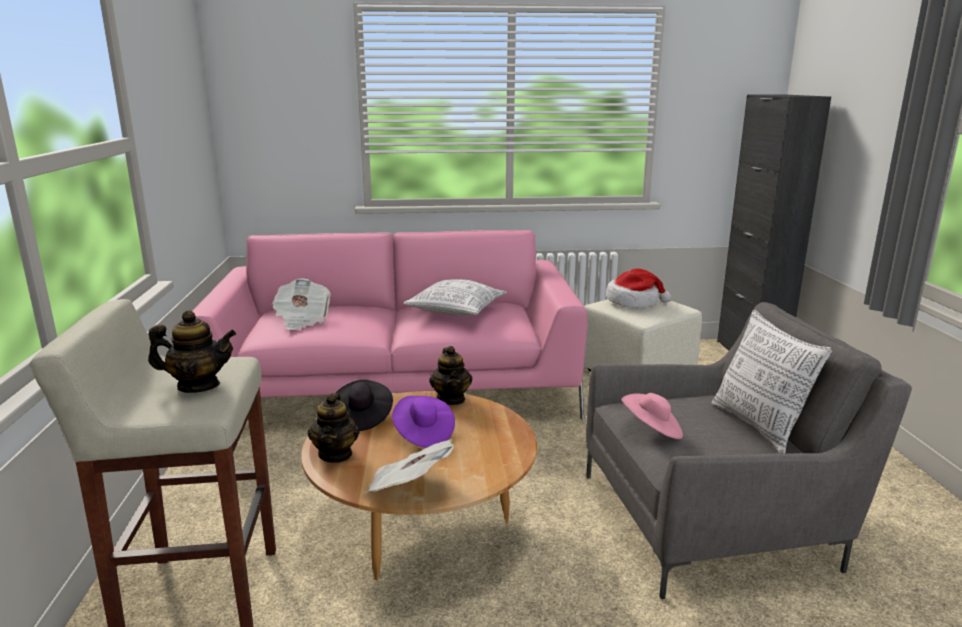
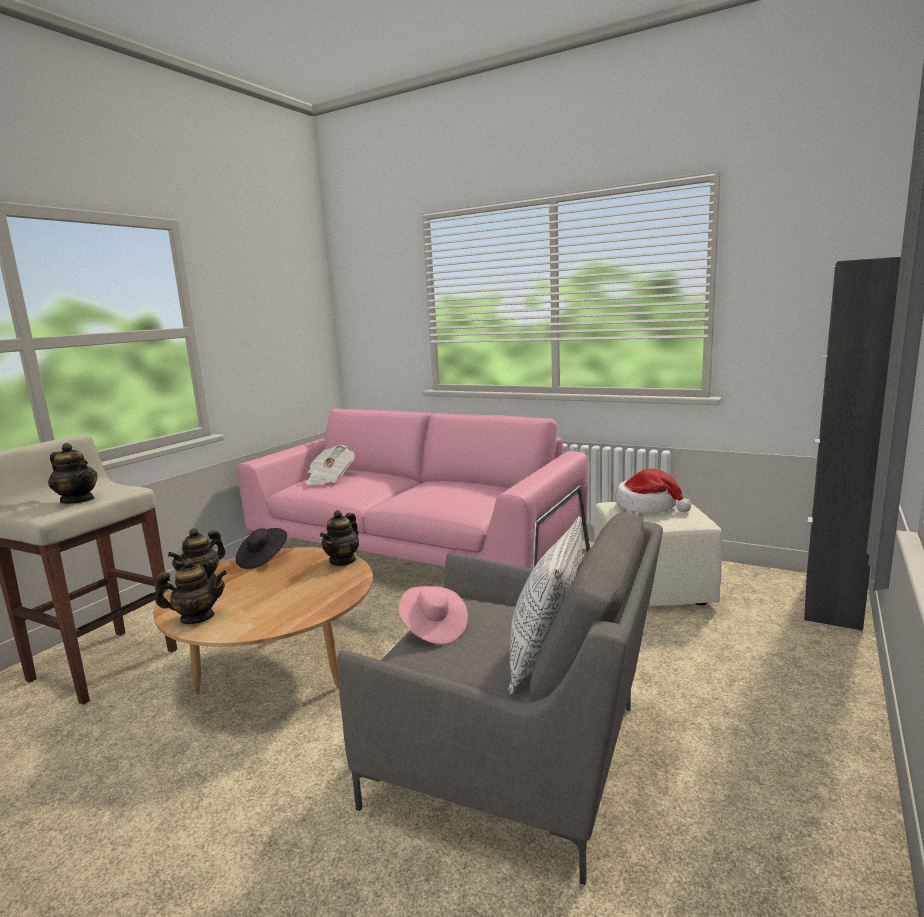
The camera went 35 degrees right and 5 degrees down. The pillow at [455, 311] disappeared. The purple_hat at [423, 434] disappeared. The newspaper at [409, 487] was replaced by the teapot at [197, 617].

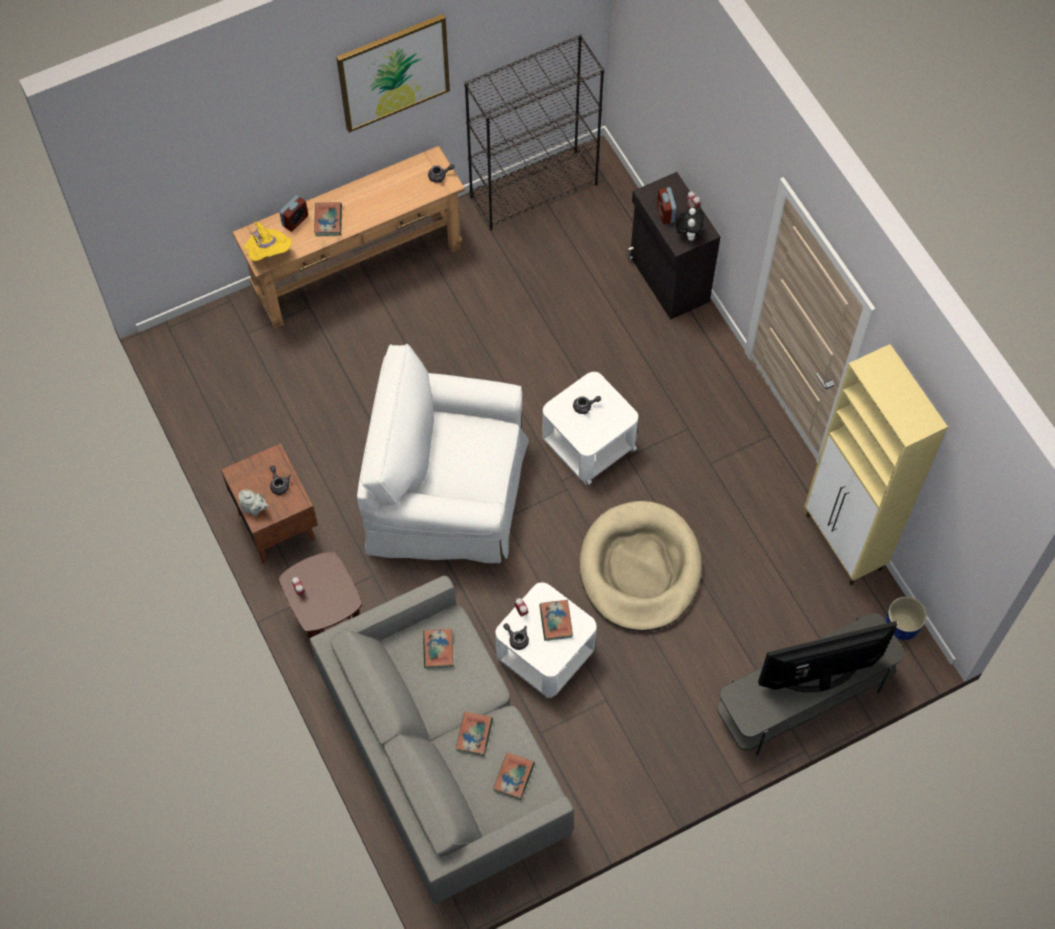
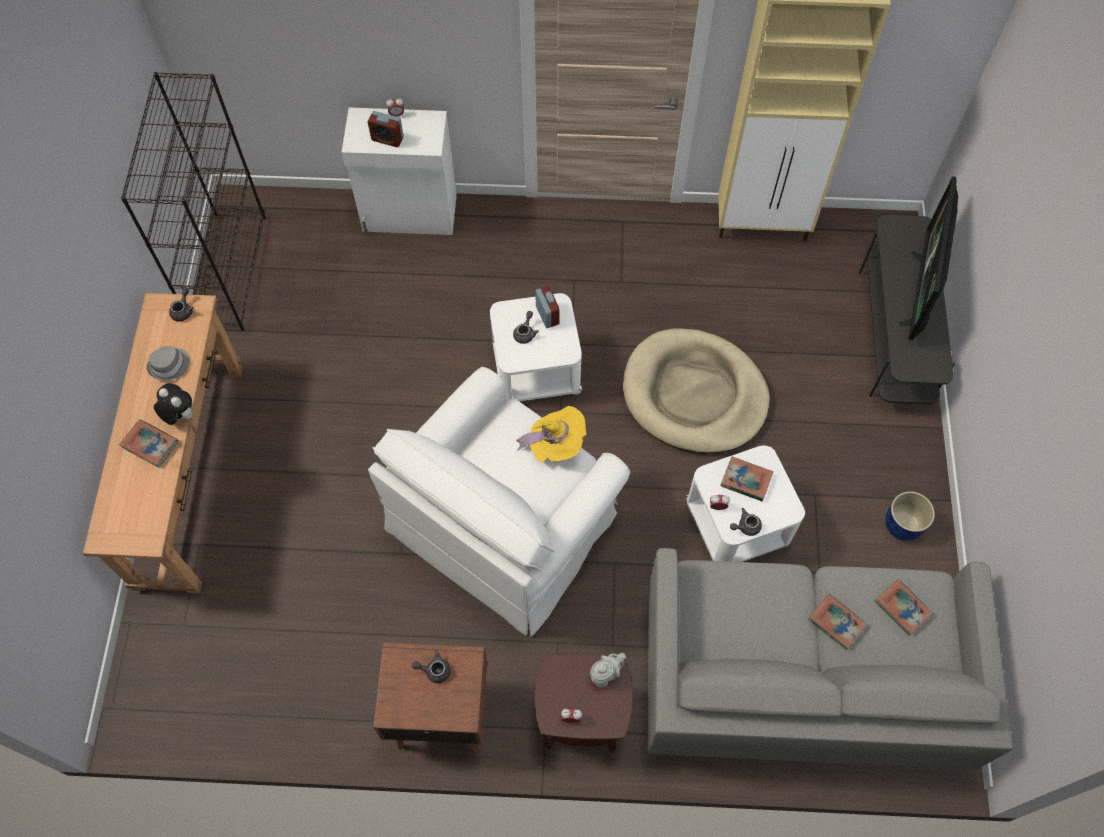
The camera went 60 degrees left and 0 degrees up. The picture at [393, 72] disappeared. The black_cabinet at [668, 280] became the white_cabinet at [410, 214]. The alarm_clock moved from [295, 220] to [547, 315]. The plush_toy moved from [688, 234] to [179, 415]. The yellow_hat moved from [268, 253] to [555, 444]. The grey_teapot moved from [254, 509] to [606, 674]. The blue_planter moved from [901, 626] to [902, 525]. The book at [438, 649] disappeared. The grey_hat at [169, 365] appeared.

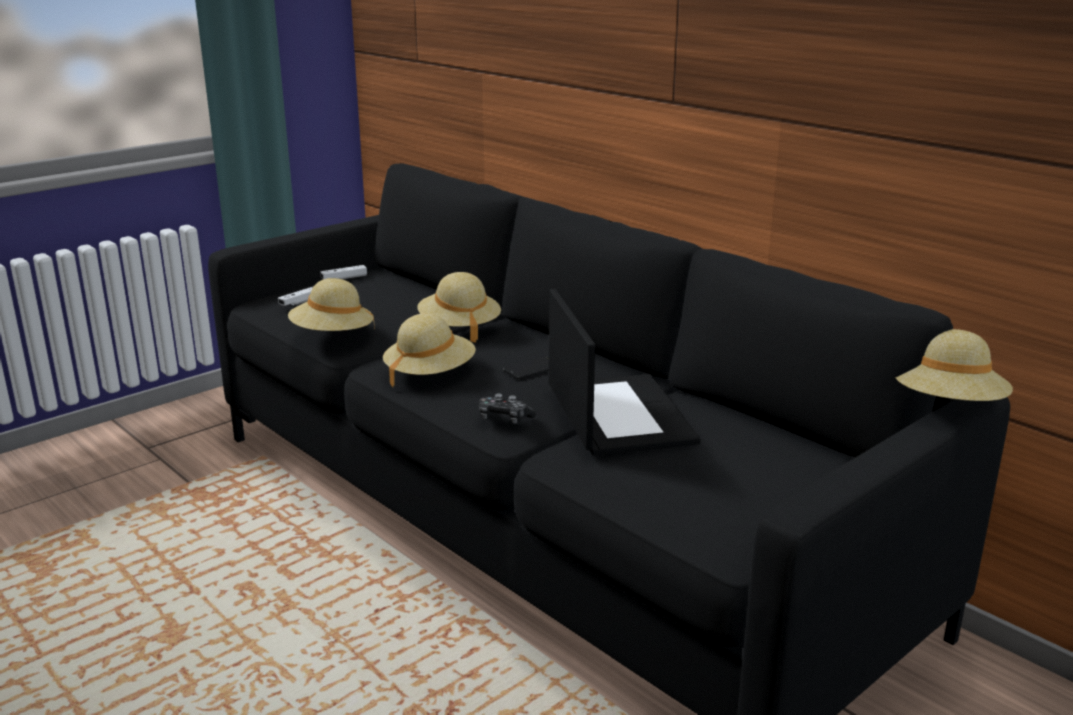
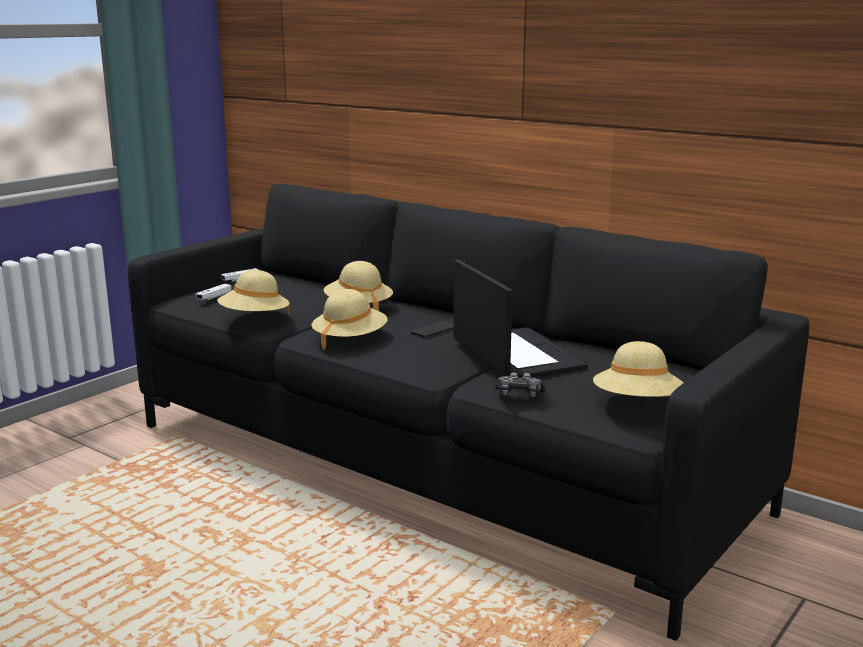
The camera went 10 degrees left and 5 degrees down. The beige_hat moved from [948, 406] to [637, 404]. The game_controller moved from [504, 418] to [519, 394].

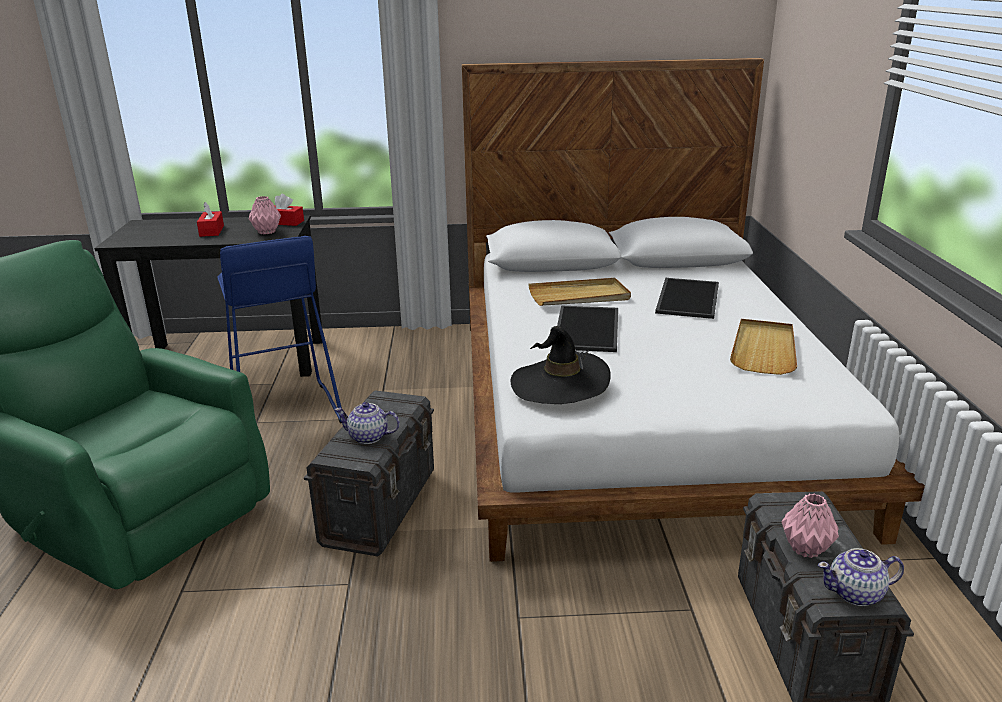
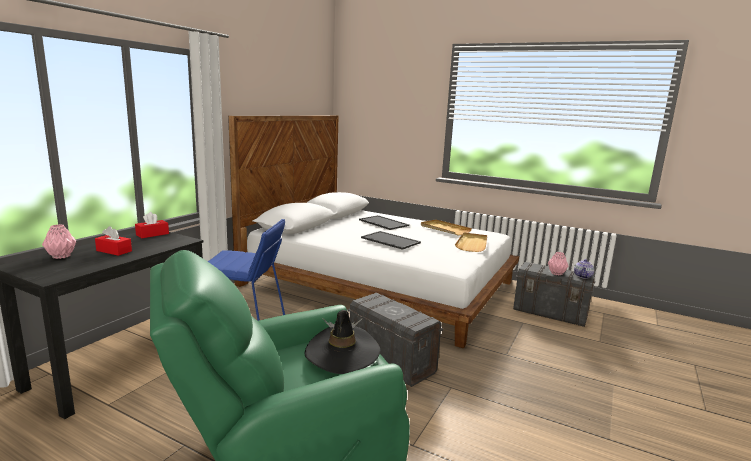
The camera went 60 degrees left and 10 degrees down. The pink_vase moved from [267, 232] to [62, 256]. The beige_tray moved from [579, 296] to [472, 244]. The black_hat moved from [560, 384] to [342, 353]. The teapot at [369, 437] disappeared.

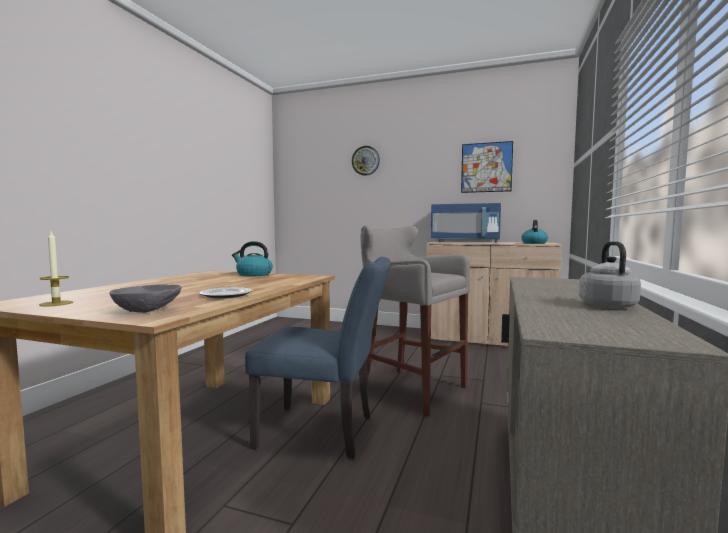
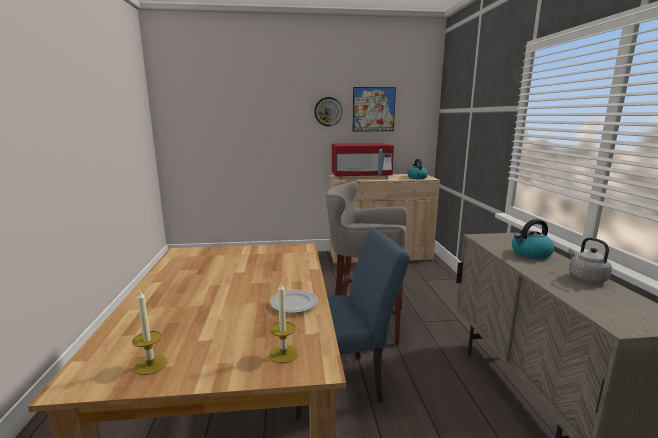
The camera went 25 degrees left and 10 degrees up. The wall_clock moved from [365, 160] to [328, 111]. The blue_microwave at [466, 242] became the red_microwave at [361, 177]. The kettle moved from [253, 274] to [530, 254]. The grey_bowl at [149, 311] was replaced by the candle at [283, 354].

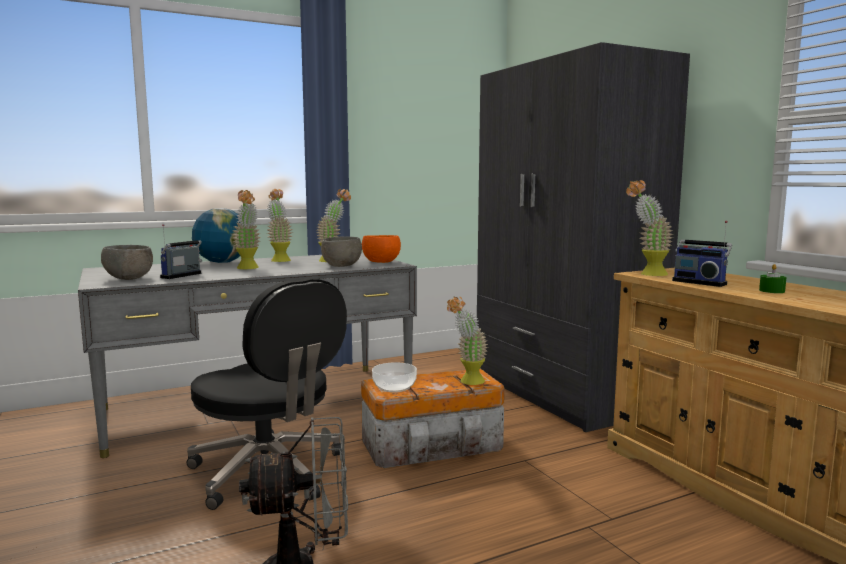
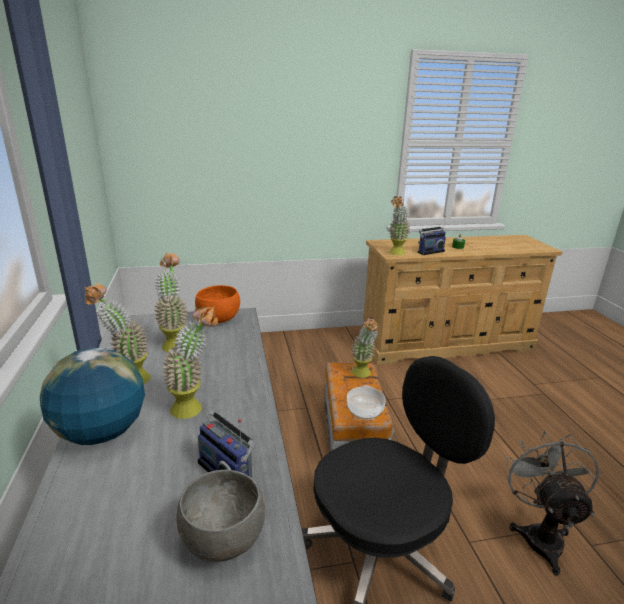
The camera went 75 degrees left and 15 degrees up. The grey_wardrobe at [562, 393] disappeared. The grey_bowl at [341, 266] disappeared.

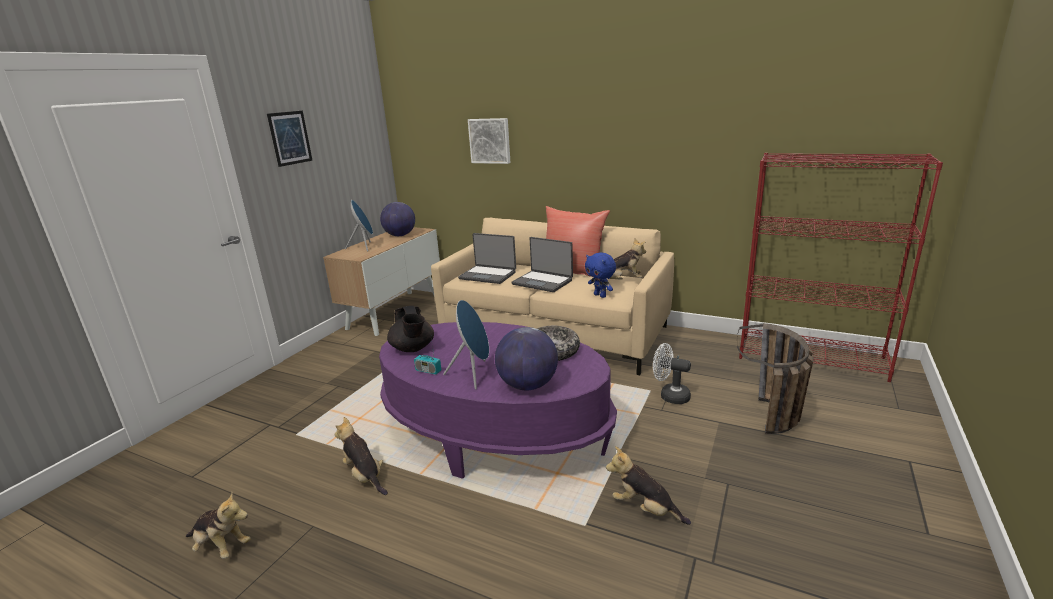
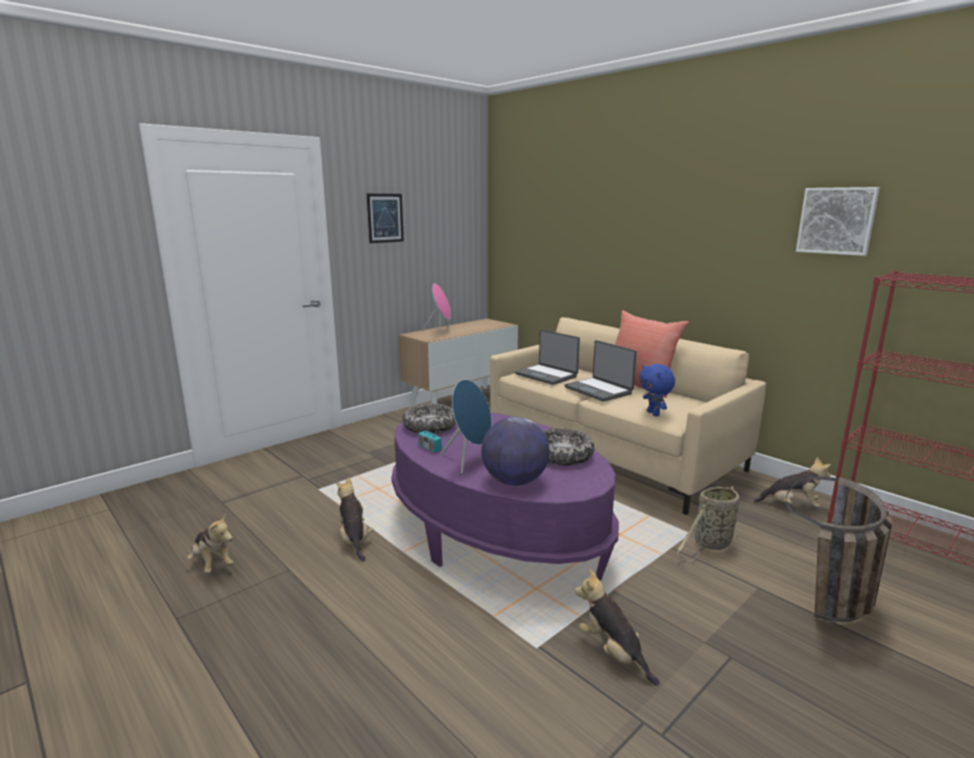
The camera went 20 degrees right and 5 degrees down. The picture moved from [490, 140] to [837, 220]. The blue_speaker at [365, 247] became the pink_speaker at [440, 331]. The globe at [400, 235] disappeared. The plush_toy moved from [621, 282] to [791, 505]. The black_teapot at [413, 349] was replaced by the bowl at [429, 427]. The white_fan at [670, 396] was replaced by the basket at [711, 544].

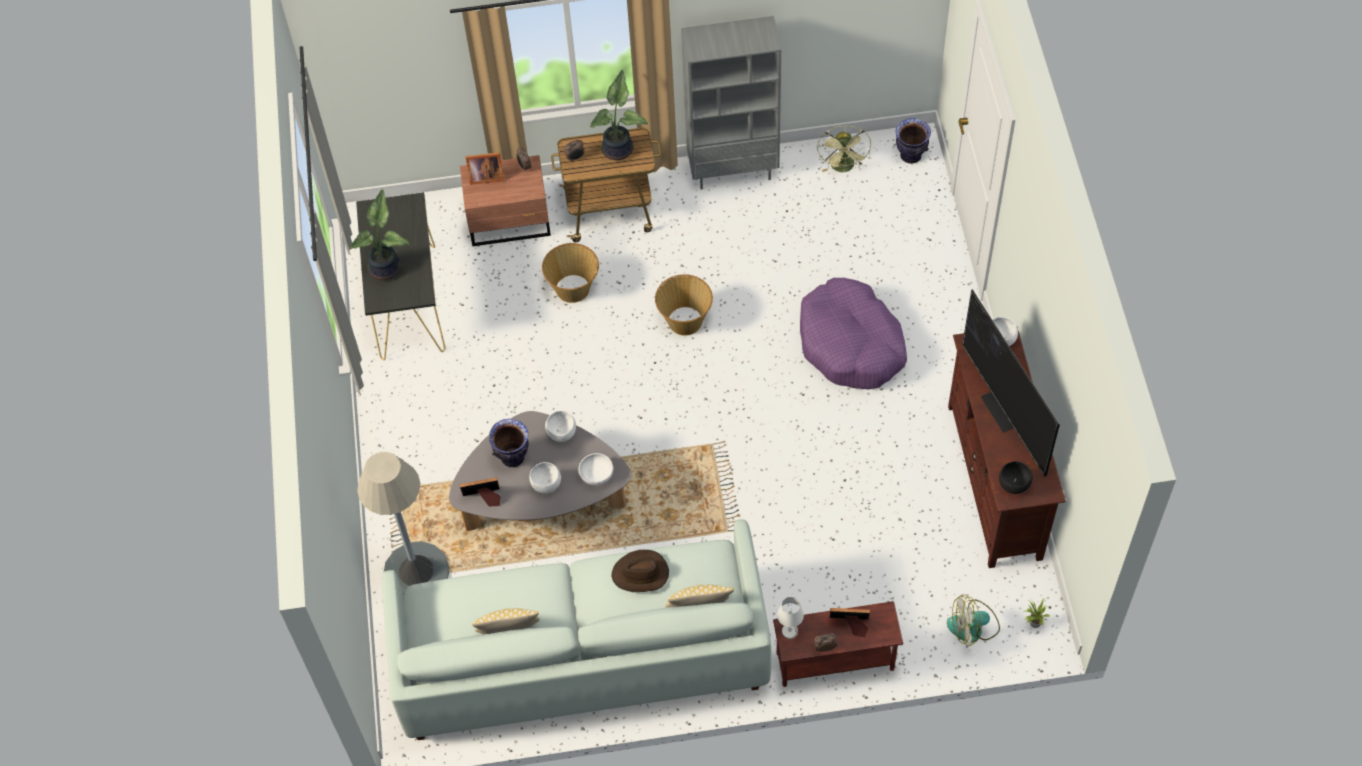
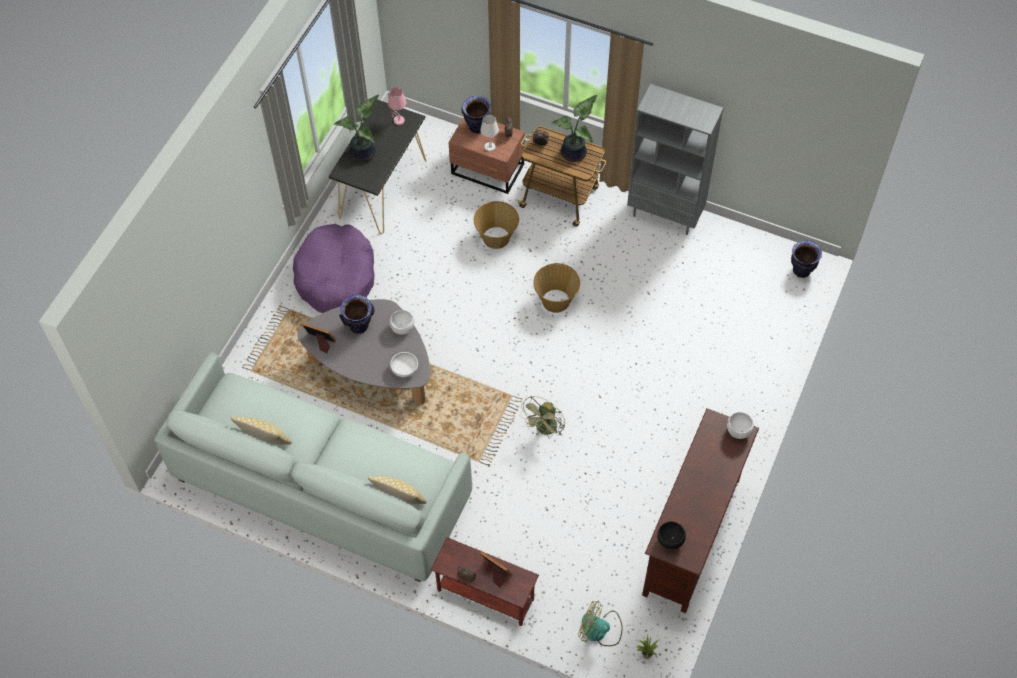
The camera went 30 degrees right and 0 degrees up. The green_fan moved from [843, 168] to [545, 430]. The picture_frame at [485, 176] was replaced by the vase at [477, 127]. The purple_dog_bed moved from [851, 344] to [336, 277]. The television at [1003, 410] disappeared. The grey_floor_lamp at [416, 572] disappeared. The white_bowl at [546, 484] disappeared. The brown_hat at [641, 574] disappeared. The white_table_lamp moved from [790, 631] to [490, 147]. The pink_table_lamp at [398, 121] appeared.

